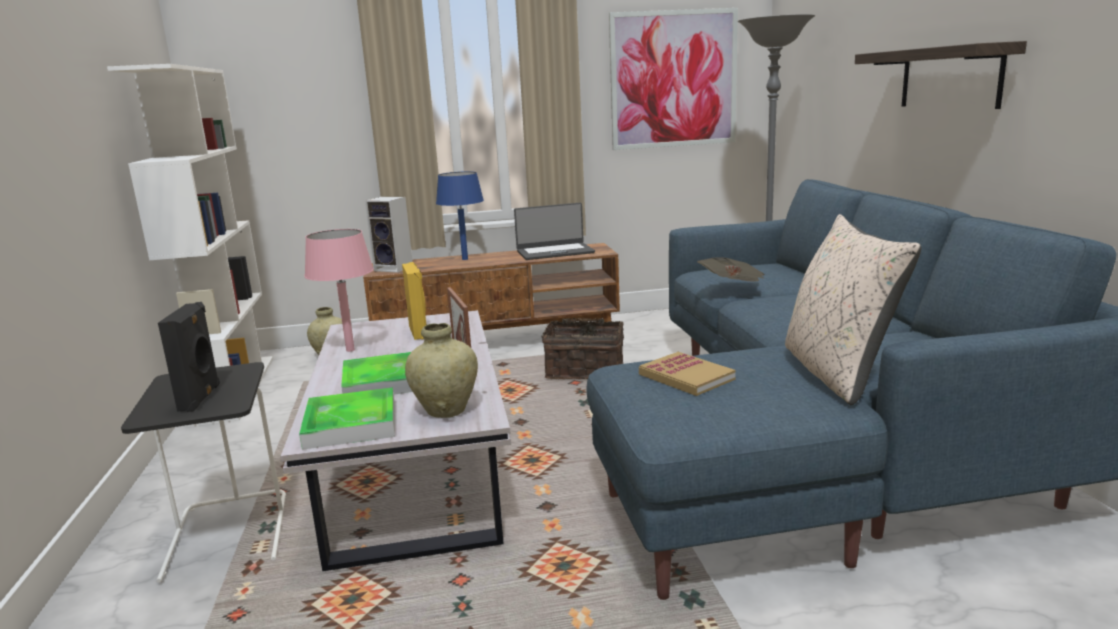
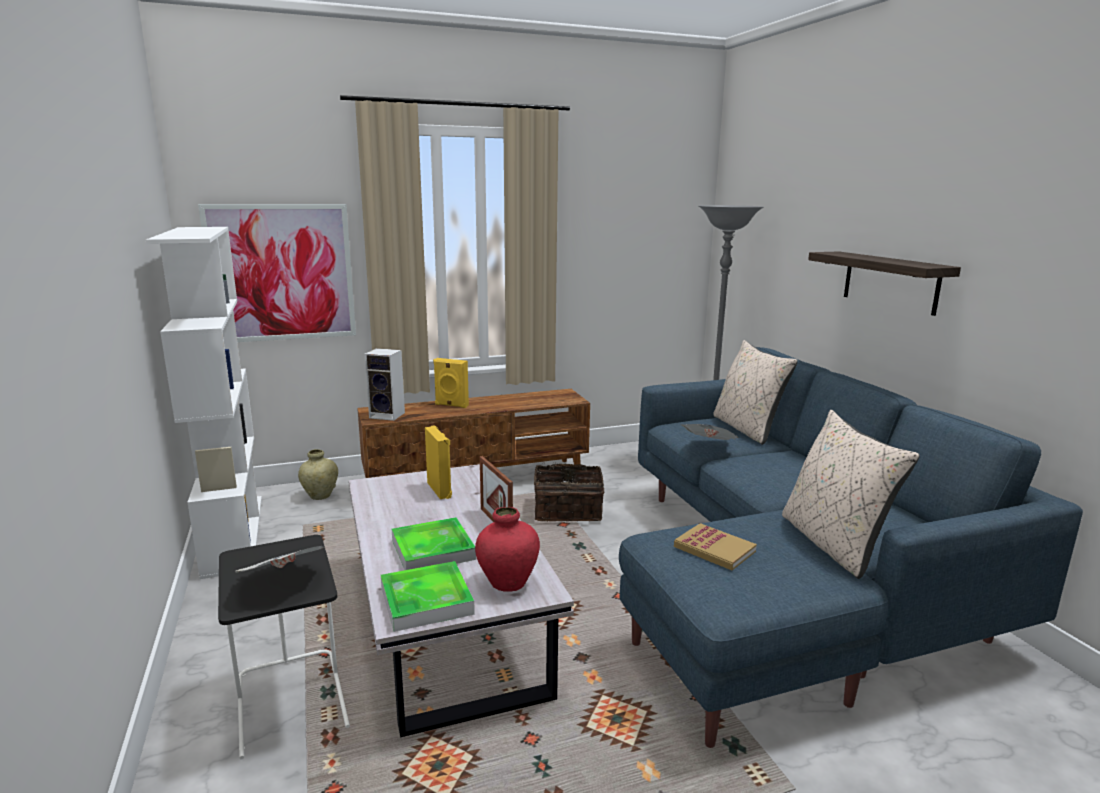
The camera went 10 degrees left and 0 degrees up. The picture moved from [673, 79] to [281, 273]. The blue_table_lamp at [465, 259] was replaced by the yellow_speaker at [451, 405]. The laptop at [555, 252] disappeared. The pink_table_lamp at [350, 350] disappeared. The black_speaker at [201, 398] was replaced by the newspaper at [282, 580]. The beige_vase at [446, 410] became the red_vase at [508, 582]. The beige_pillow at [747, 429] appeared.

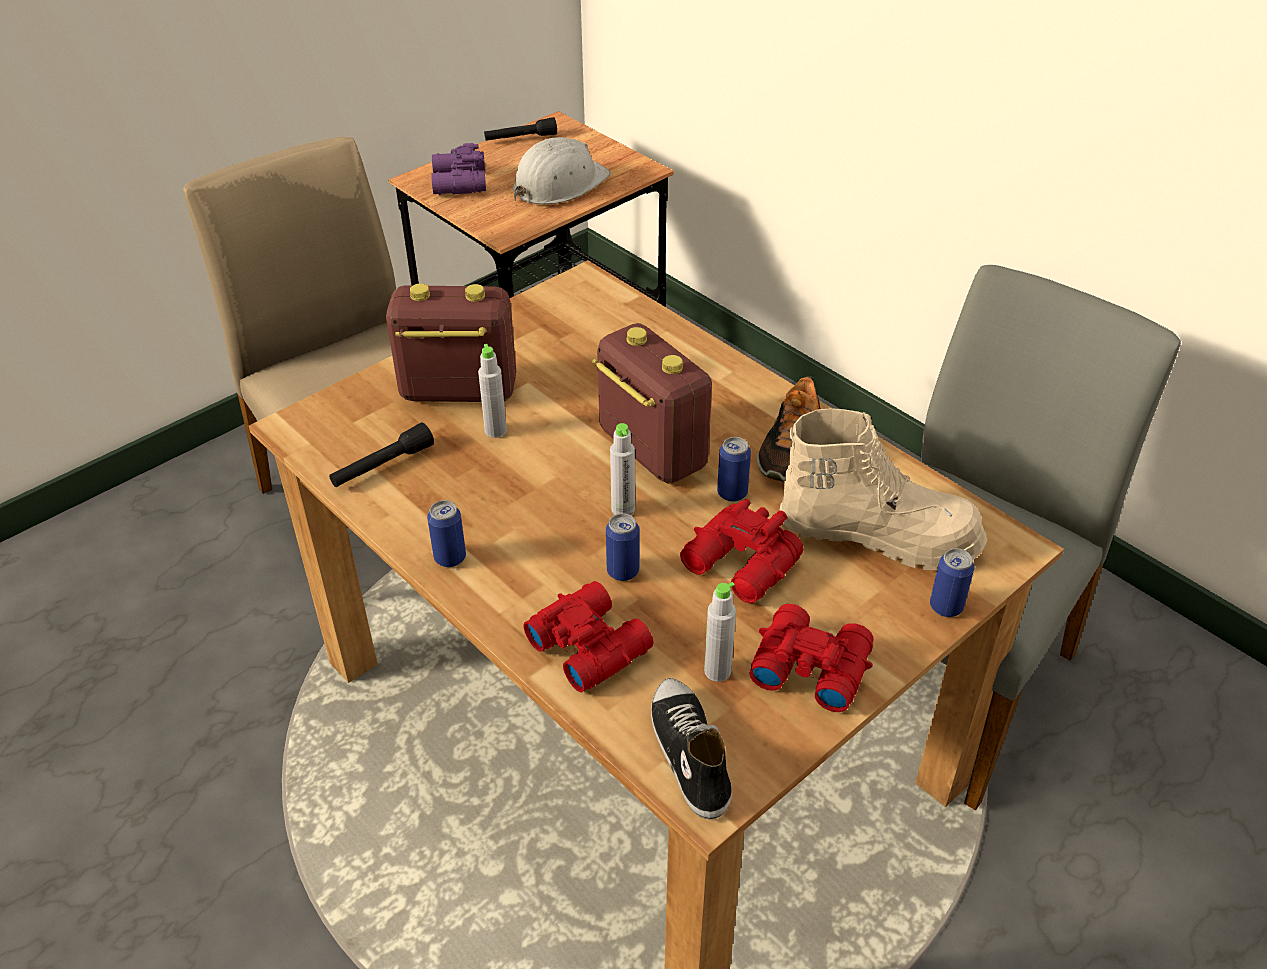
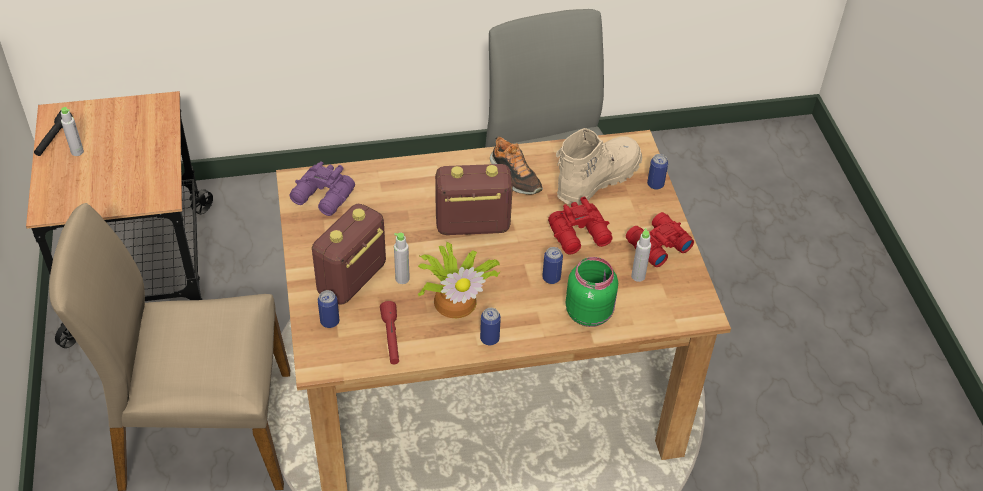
The camera went 60 degrees left and 5 degrees up. The white_hard_hat at [559, 184] disappeared. The purple_binoculars moved from [458, 183] to [323, 198]. The black_flashlight at [382, 466] became the red_flashlight at [391, 338]. The grey_bottle moved from [623, 509] to [77, 152]. The can moved from [732, 493] to [330, 322]. The red_binoculars at [589, 644] was replaced by the green_jar at [589, 312]. The shoe at [688, 753] disappeared. The potted_plant at [456, 299] appeared.

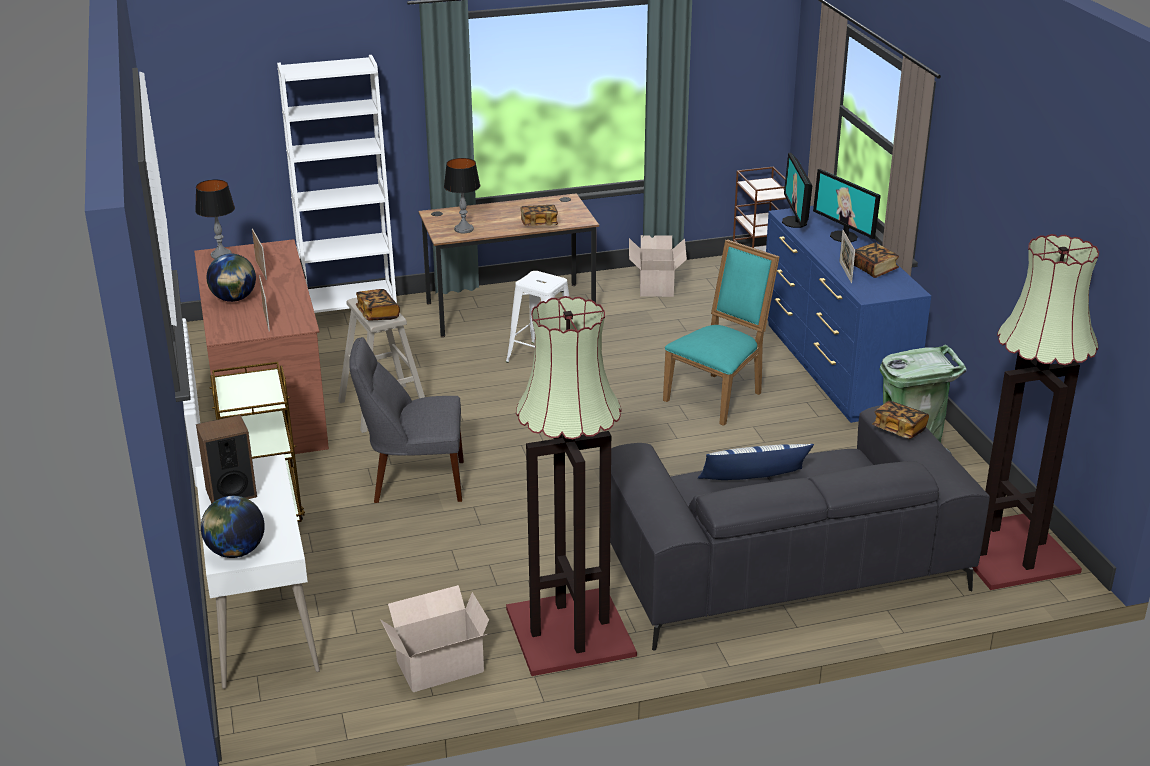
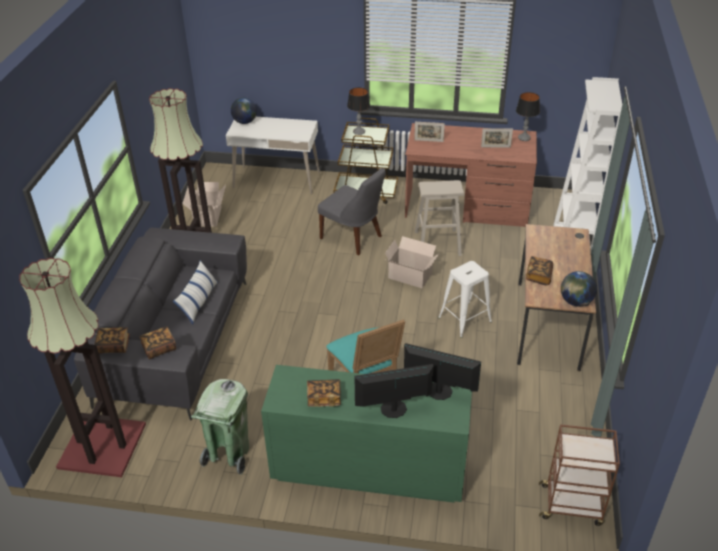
The camera went 115 degrees right and 10 degrees up. The table_lamp moved from [463, 229] to [359, 131]. The blue_dresser at [833, 367] became the green_dresser at [367, 470]. The picture_frame at [845, 272] disappeared. The cardboard_box moved from [656, 284] to [411, 276]. The globe moved from [234, 299] to [575, 302]. The book moved from [378, 314] to [113, 346]. The grey_chair at [414, 482] turned 105 degrees clockwise. The speaker at [231, 493] disappeared.

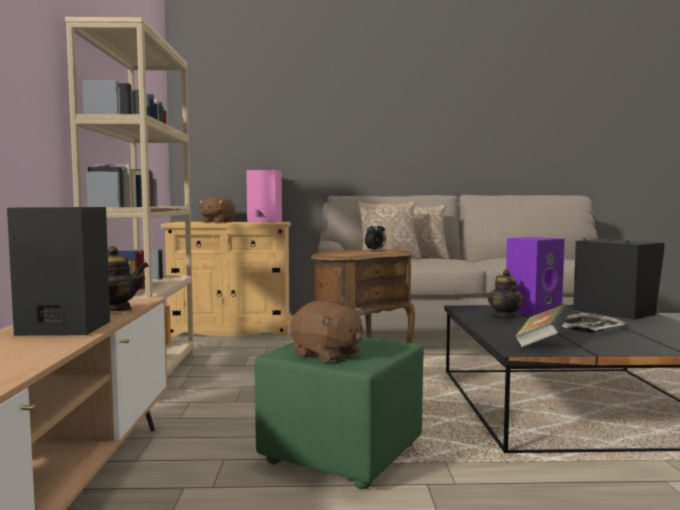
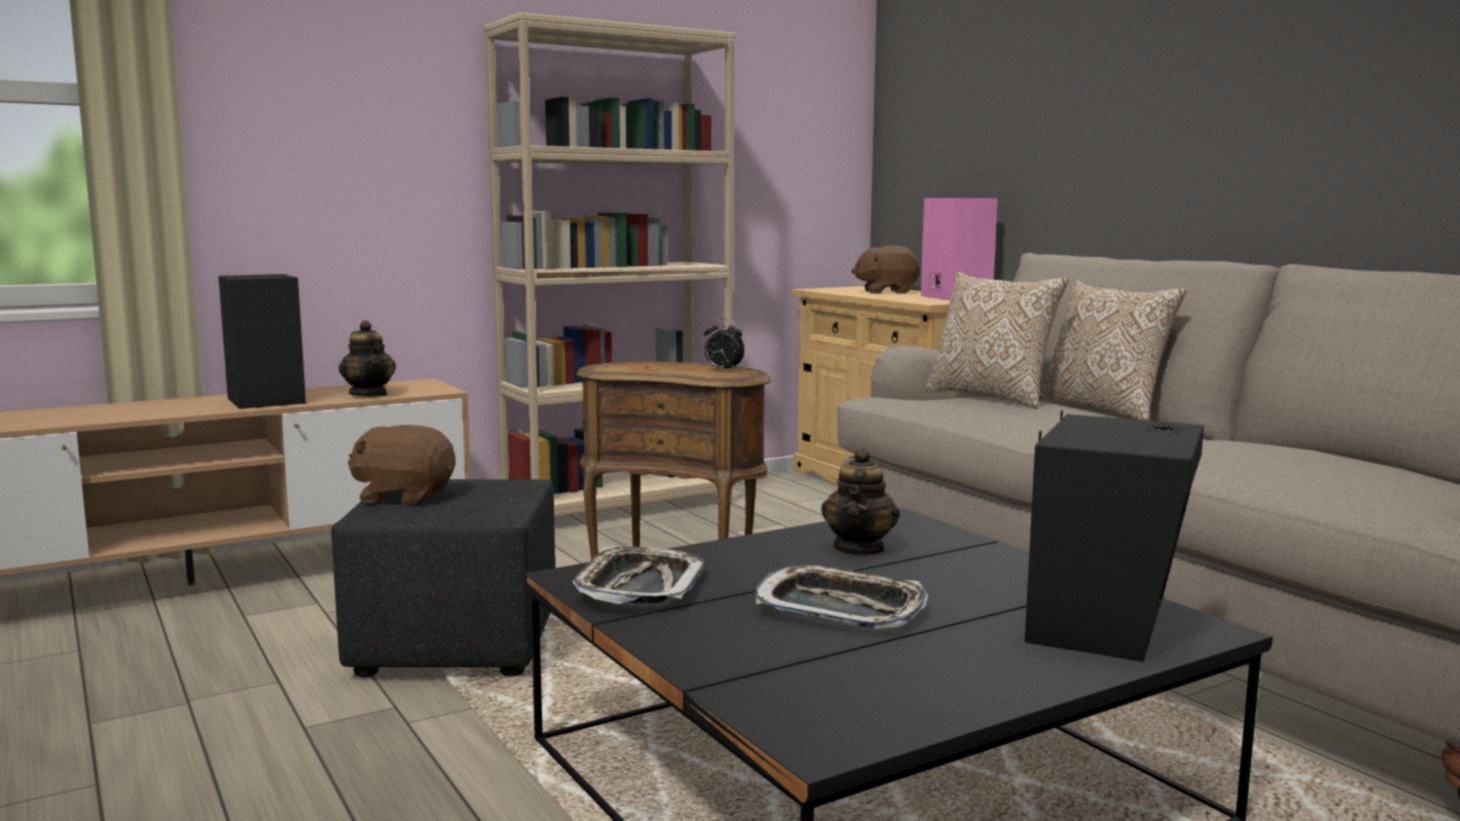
The camera went 60 degrees right and 5 degrees up. The purple_speaker at [533, 310] disappeared. The teapot at [505, 316] turned 45 degrees counterclockwise. The brown_plush_toy at [327, 355] turned 90 degrees clockwise. The book at [542, 344] was replaced by the tray at [639, 586]. The green_ottoman at [341, 453] became the black_ottoman at [458, 646].

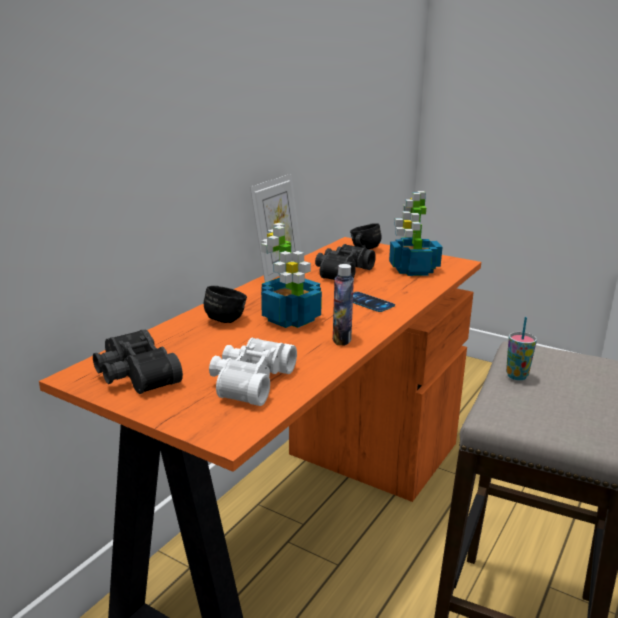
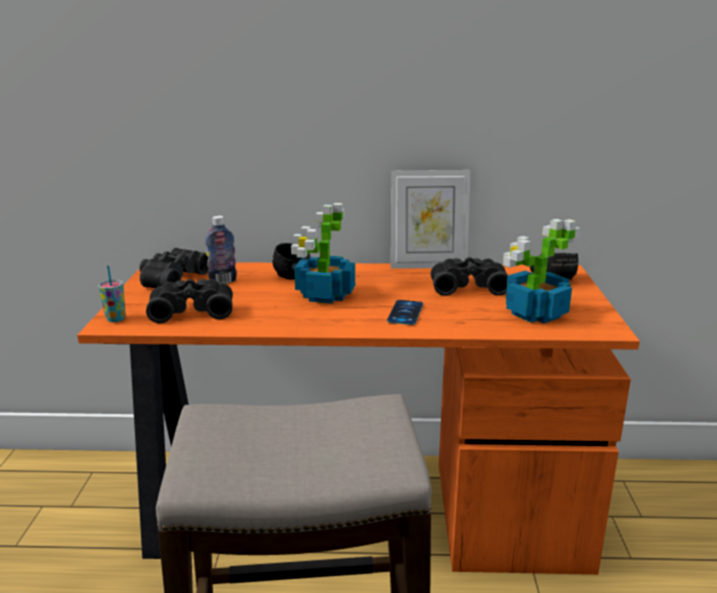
The camera went 60 degrees right and 0 degrees up. The bottle moved from [341, 339] to [223, 281]. The cup moved from [516, 376] to [116, 319]. The white_binoculars at [249, 381] became the black_binoculars at [192, 310].

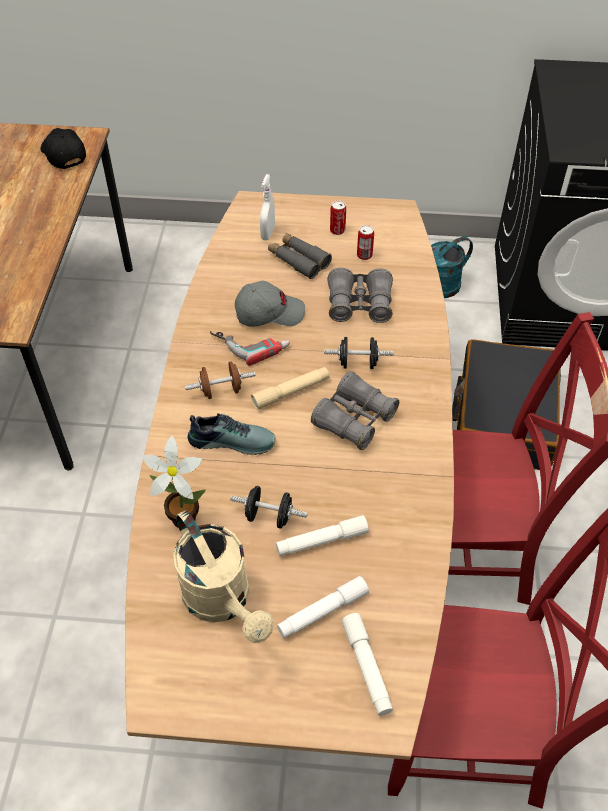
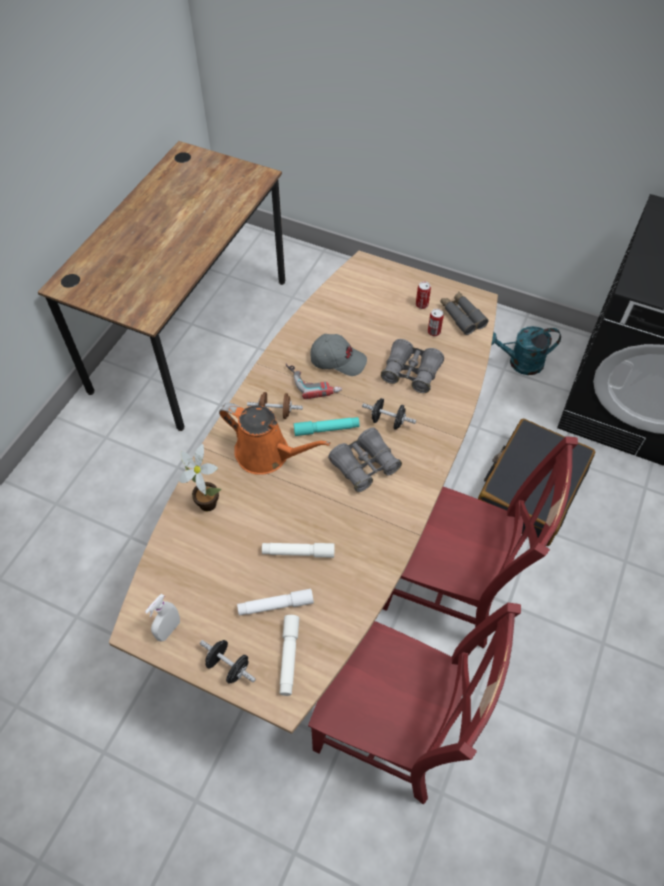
The camera went 20 degrees right and 5 degrees up. The black_cap at [63, 155] disappeared. The white_spray_bottle moved from [268, 233] to [169, 630]. The grey_binoculars moved from [298, 260] to [462, 316]. The beige_flashlight at [291, 392] became the turquoise_flashlight at [326, 429]. The shoe at [232, 439] was replaced by the orange_watering_can at [267, 454]. The black_dumbbell moved from [269, 516] to [228, 666]. The beige_watering_can at [223, 601] disappeared.

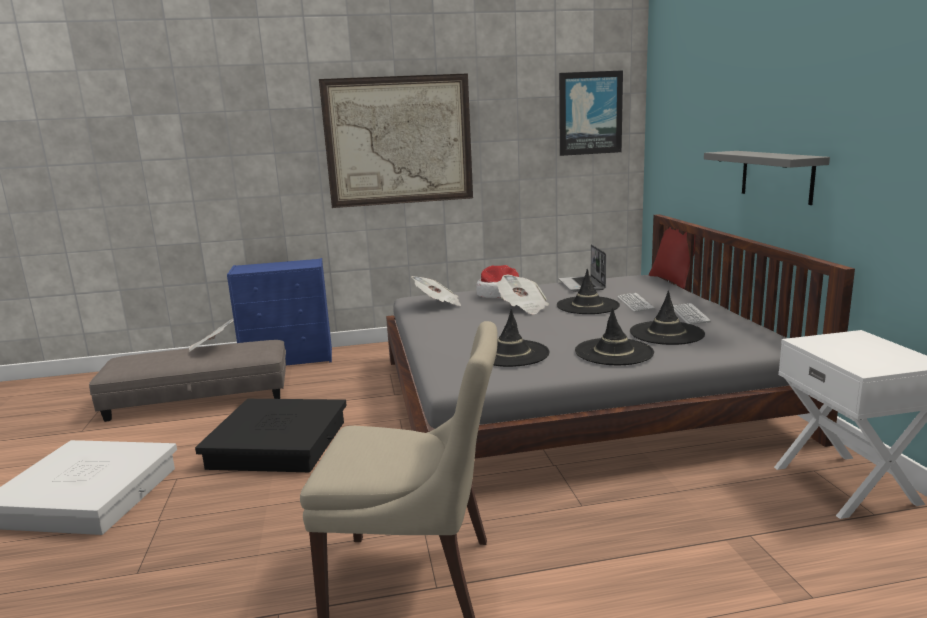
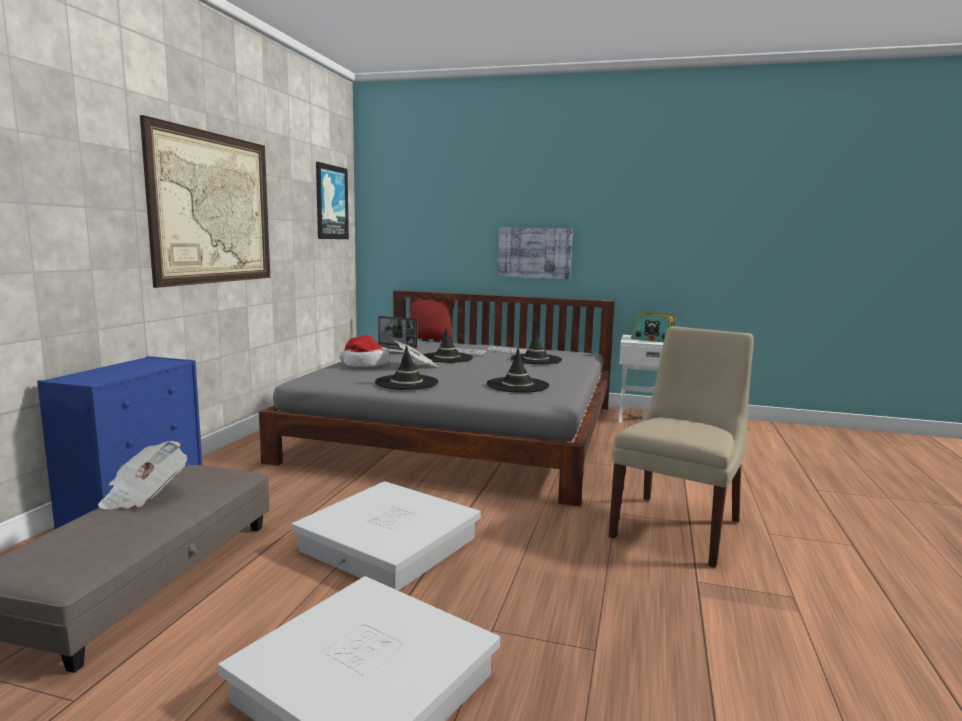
The camera went 65 degrees left and 5 degrees down. The grey_shelf at [776, 176] was replaced by the picture at [534, 253]. The newspaper at [438, 304] disappeared. The black_hat moved from [614, 352] to [406, 382]. The black_storage_box at [279, 444] became the white_storage_box at [388, 544]. The radio at [654, 339] appeared.

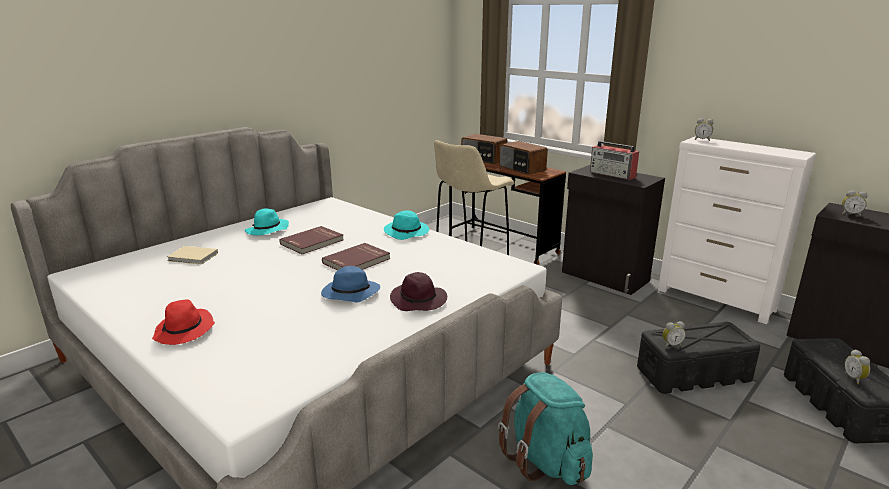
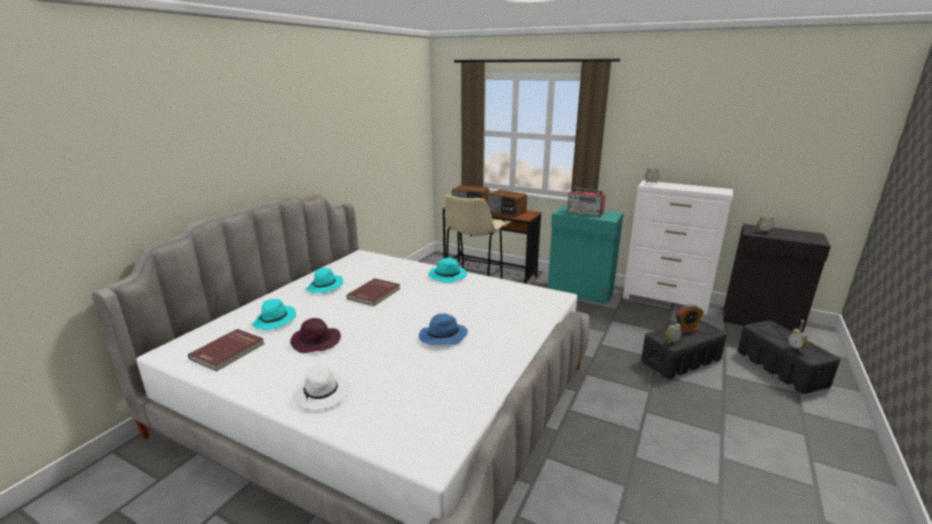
The camera went 15 degrees left and 0 degrees up. The black_cabinet at [604, 277] became the turquoise_cabinet at [580, 292]. The red_book moved from [357, 261] to [228, 351]. The beige_book at [193, 257] was replaced by the turquoise_hat at [275, 321]. The purple_hat moved from [419, 301] to [316, 342]. The red_hat at [185, 331] became the white_hat at [322, 394]. The turquoise_backpack at [546, 461] disappeared. The alarm_clock at [686, 329] appeared.

